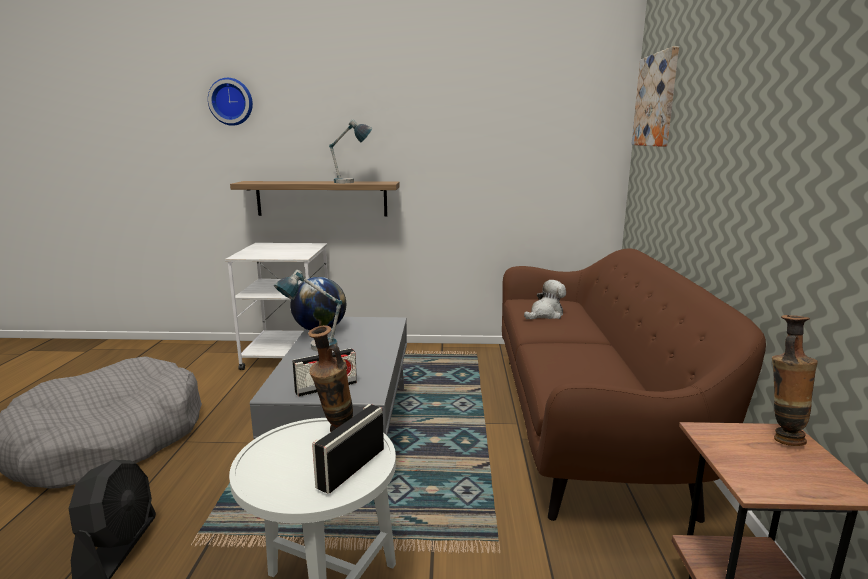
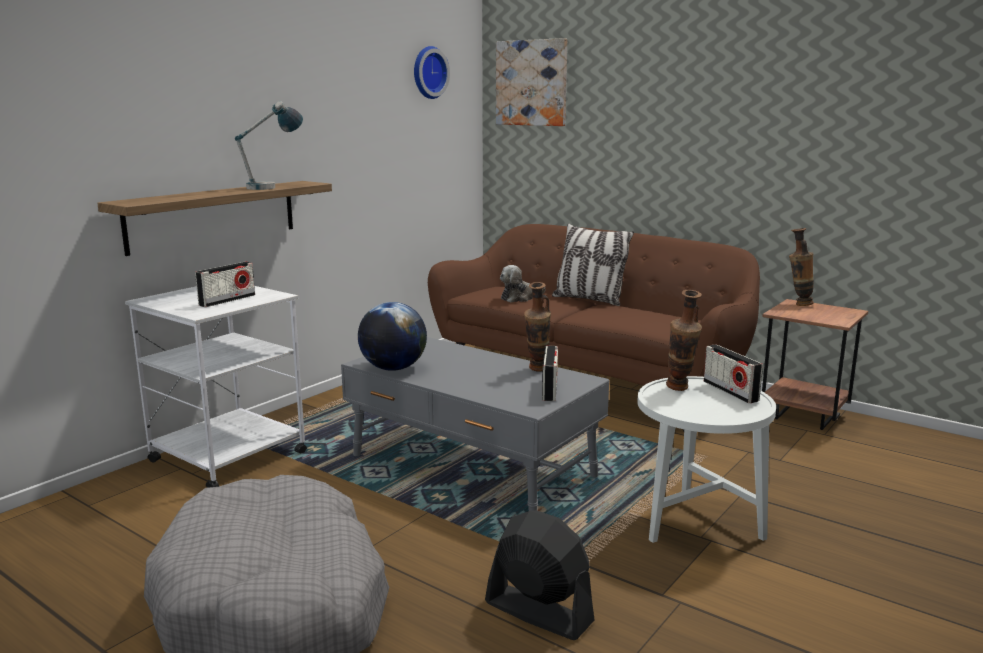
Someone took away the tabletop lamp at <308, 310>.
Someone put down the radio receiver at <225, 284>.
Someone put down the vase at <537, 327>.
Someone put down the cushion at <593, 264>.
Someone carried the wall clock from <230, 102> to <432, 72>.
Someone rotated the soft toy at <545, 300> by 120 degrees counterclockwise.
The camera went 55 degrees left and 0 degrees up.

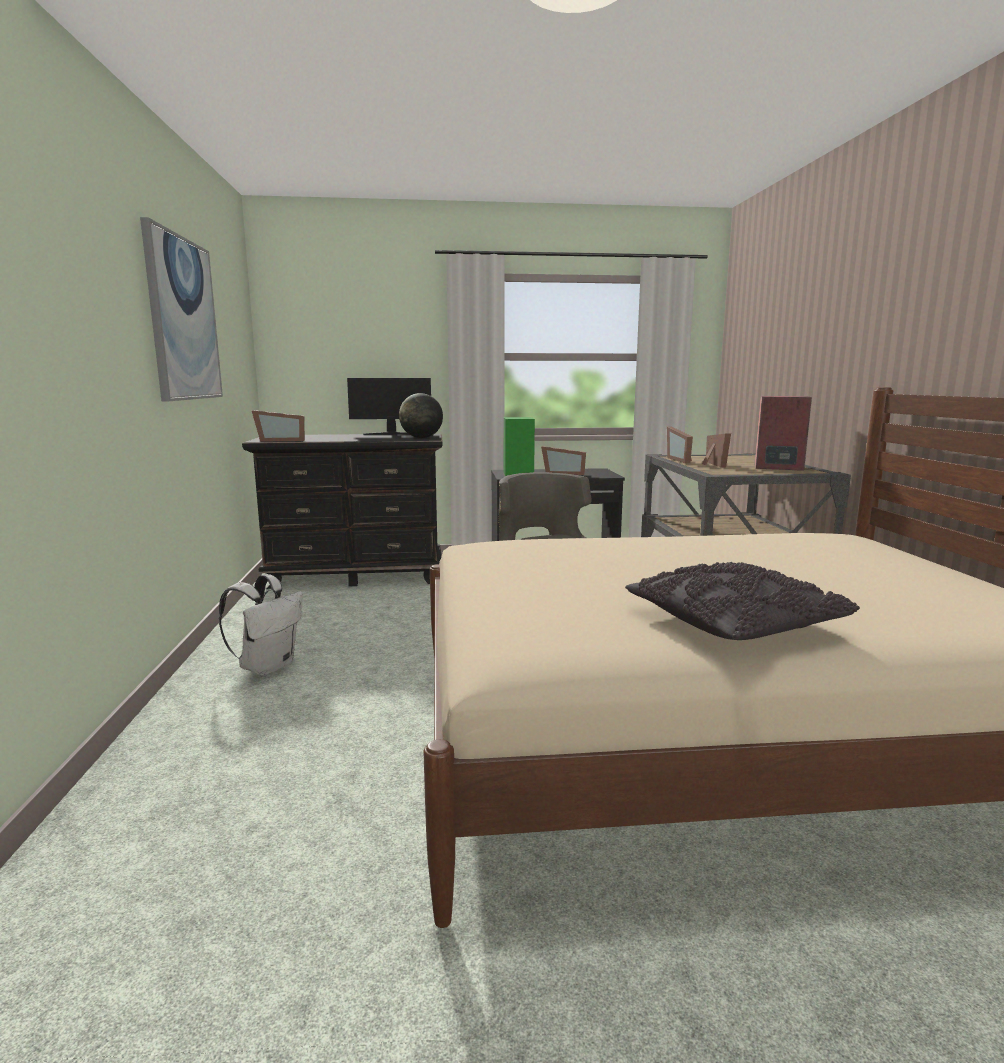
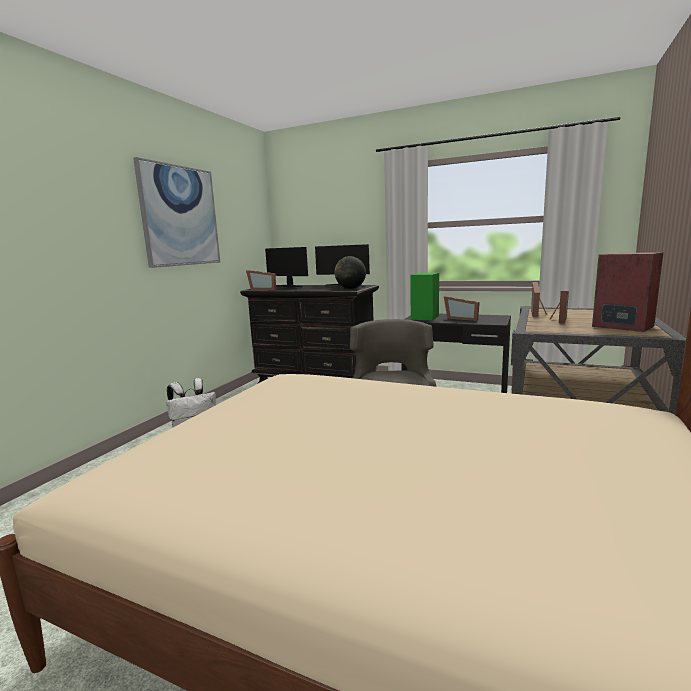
Someone took away the blackish cushion at <742, 601>.
Someone put down the monitor at <286, 267>.
The camera went 30 degrees right and 0 degrees up.

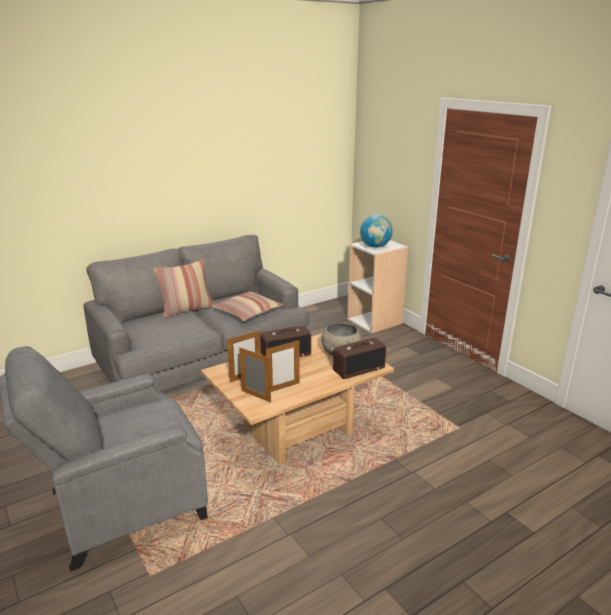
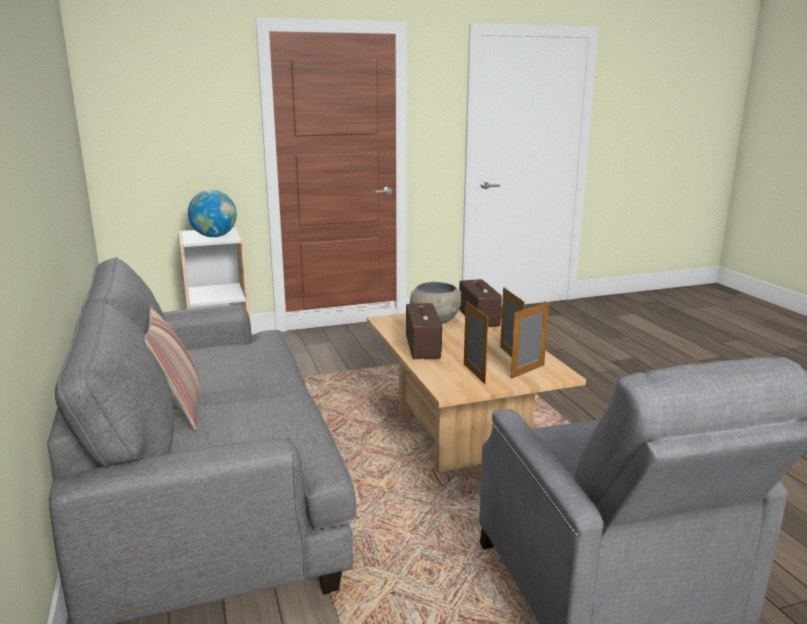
Someone took away the cushion at <247, 306>.
The camera went 75 degrees left and 5 degrees down.

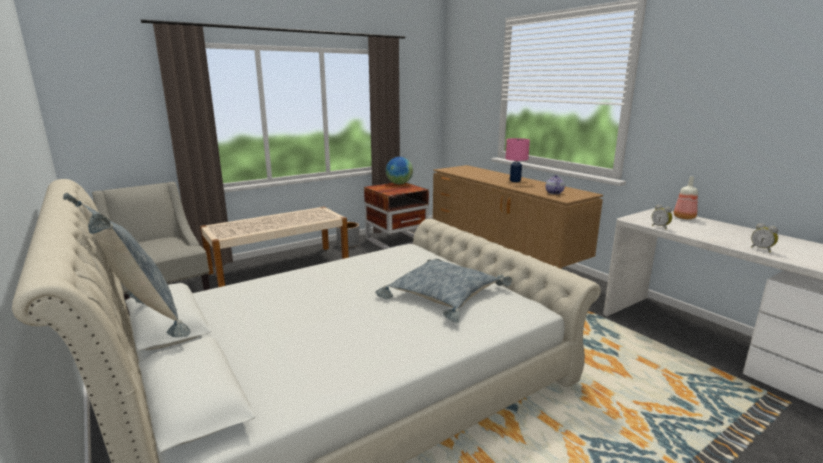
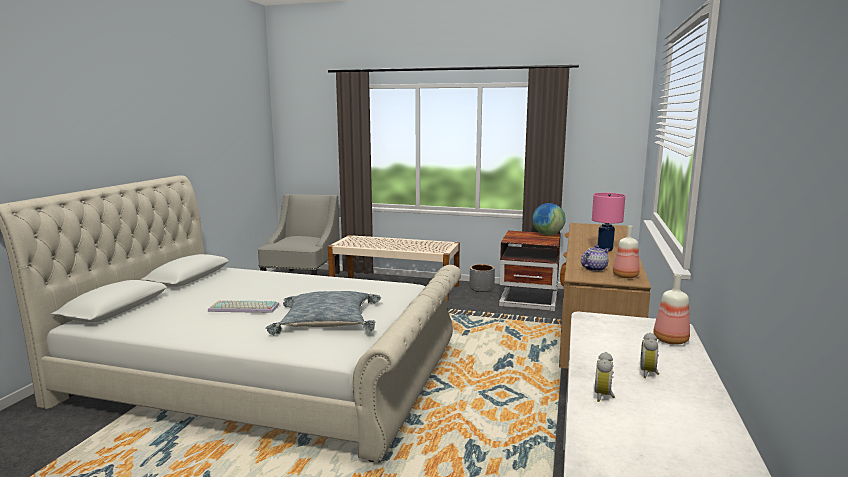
Someone took away the cushion at <127, 265>.
Someone put down the keyboard at <243, 306>.
Someone put down the drink bottle at <626, 252>.
Someone carried the bedside clock from <662, 216> to <649, 355>.
The camera went 50 degrees right and 5 degrees down.

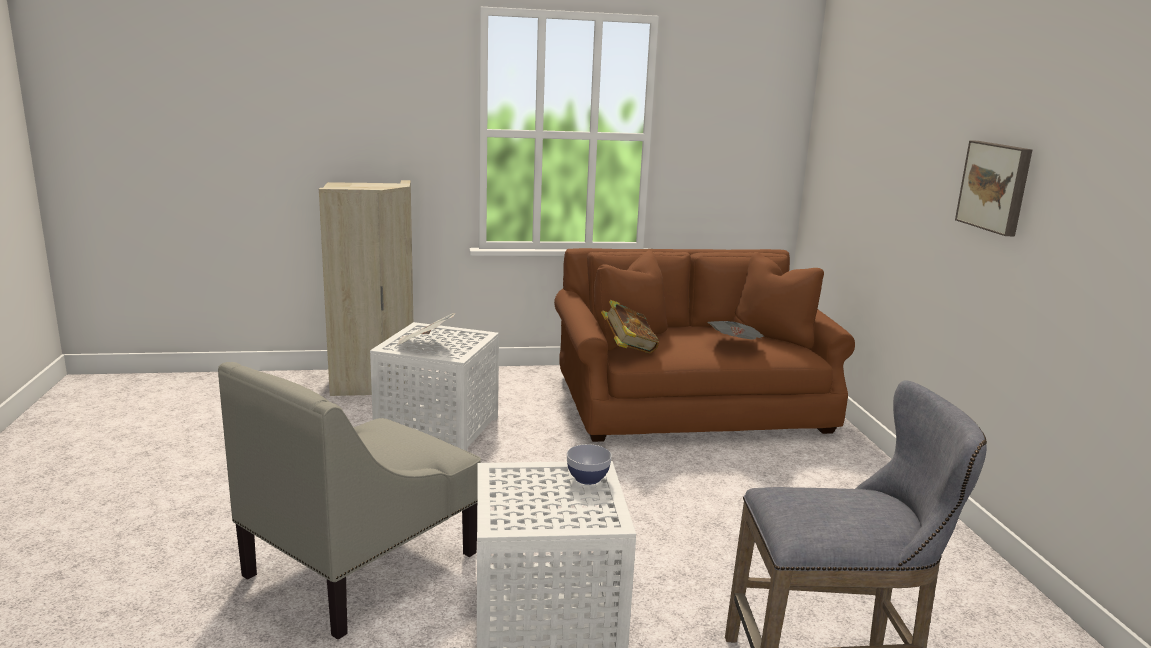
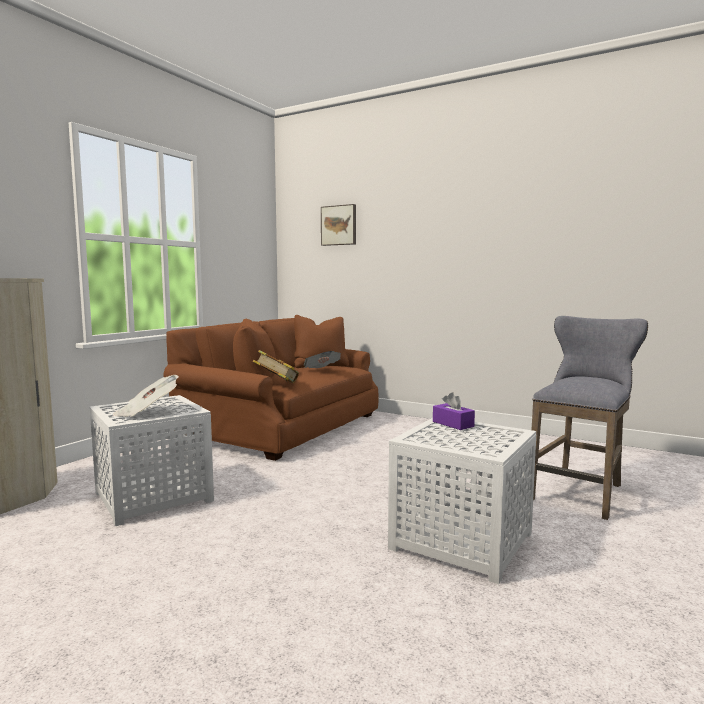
Someone took away the gray easy chair at <349, 501>.
Someone carried the wall picture from <993, 188> to <338, 225>.
Someone swapped the bowl at <589, 464> for the purplish tissue holder at <454, 411>.
The camera went 50 degrees left and 10 degrees down.

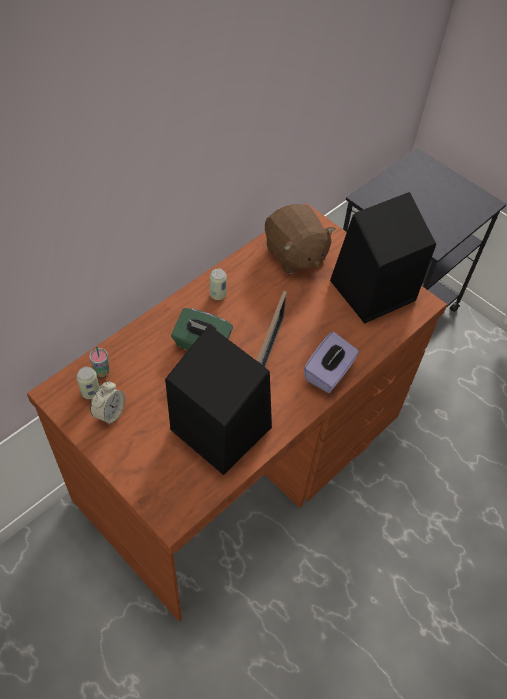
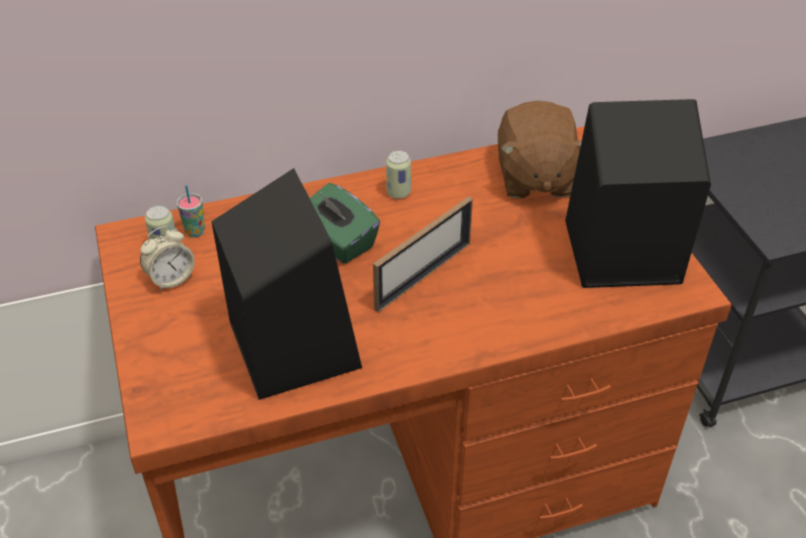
Someone took away the purplish tissue holder at <331, 362>.
The camera went 30 degrees right and 10 degrees down.

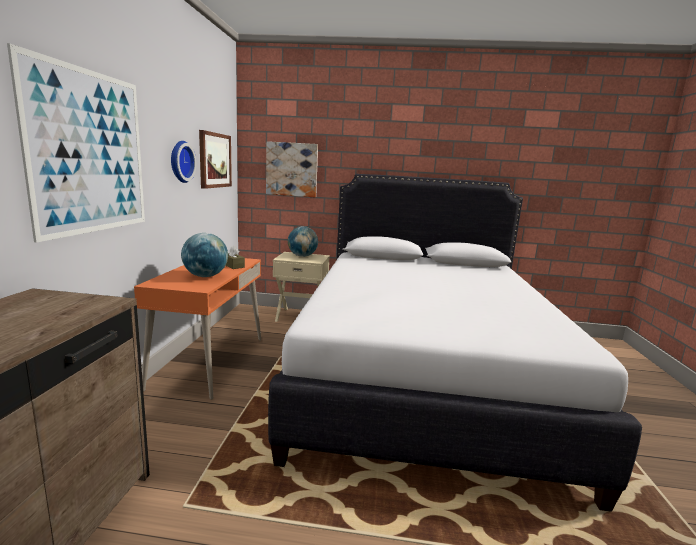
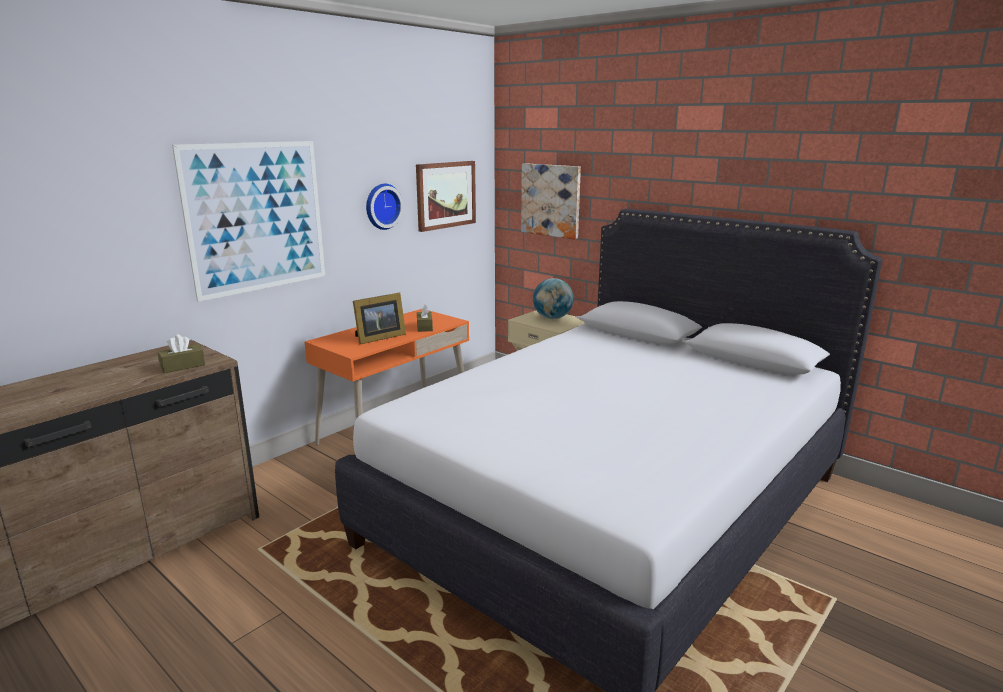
Someone put down the brownish tissue holder at <181, 353>.
Someone swapped the world globe at <204, 255> for the picture frame at <379, 318>.
The camera went 35 degrees right and 5 degrees up.

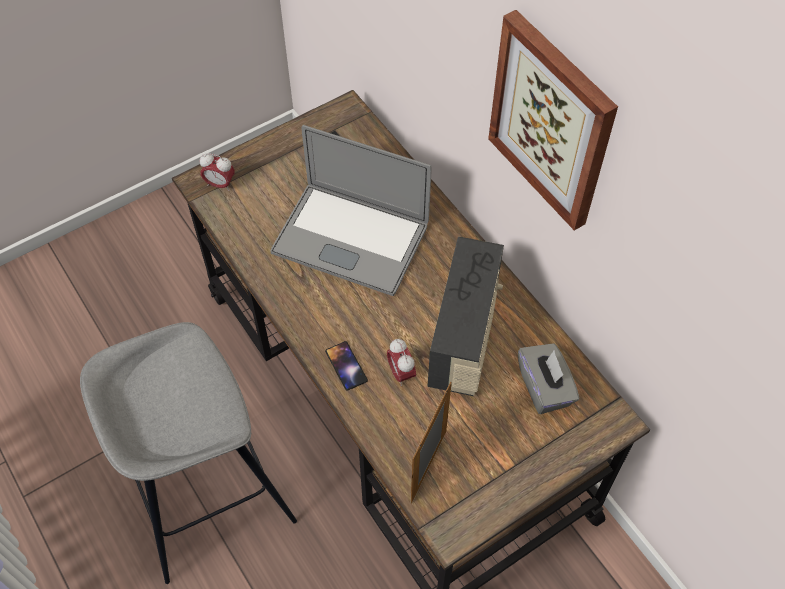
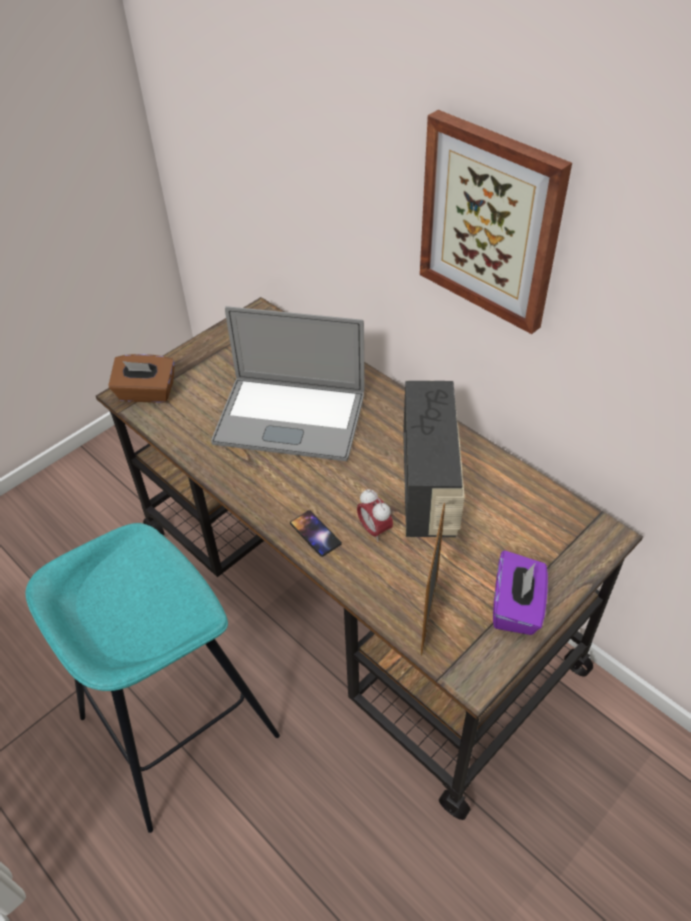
Someone took away the gray tissue holder at <548, 378>.
Someone put down the purplish tissue holder at <520, 592>.
Someone swapped the bedside clock at <217, 172> for the brownish tissue holder at <141, 378>.
Someone repainted the gray sitting stool at <188, 453>, which became the turquoise-coloured sitting stool at <153, 678>.
The camera went 10 degrees left and 10 degrees down.

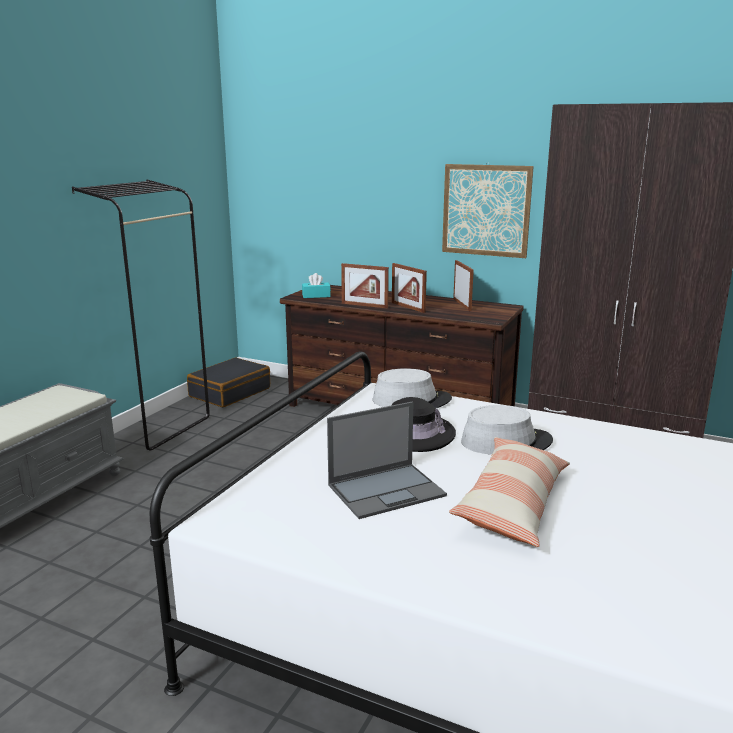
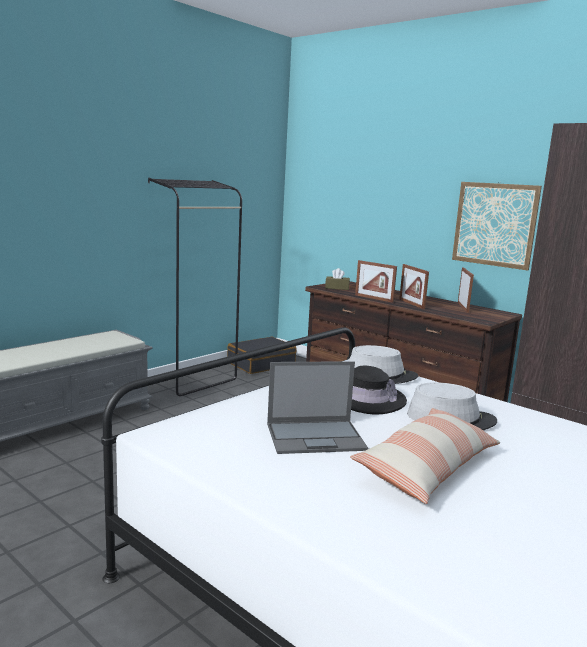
Someone repainted the turquoise-coloured tissue holder at <316, 285>, which became the brownish tissue holder at <337, 279>.
The camera went 15 degrees right and 5 degrees down.

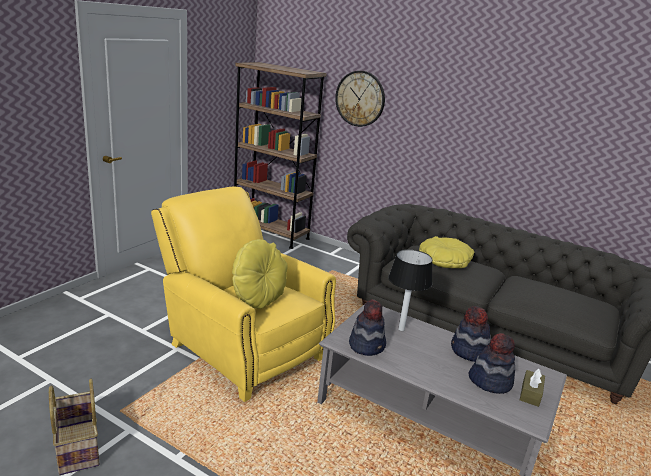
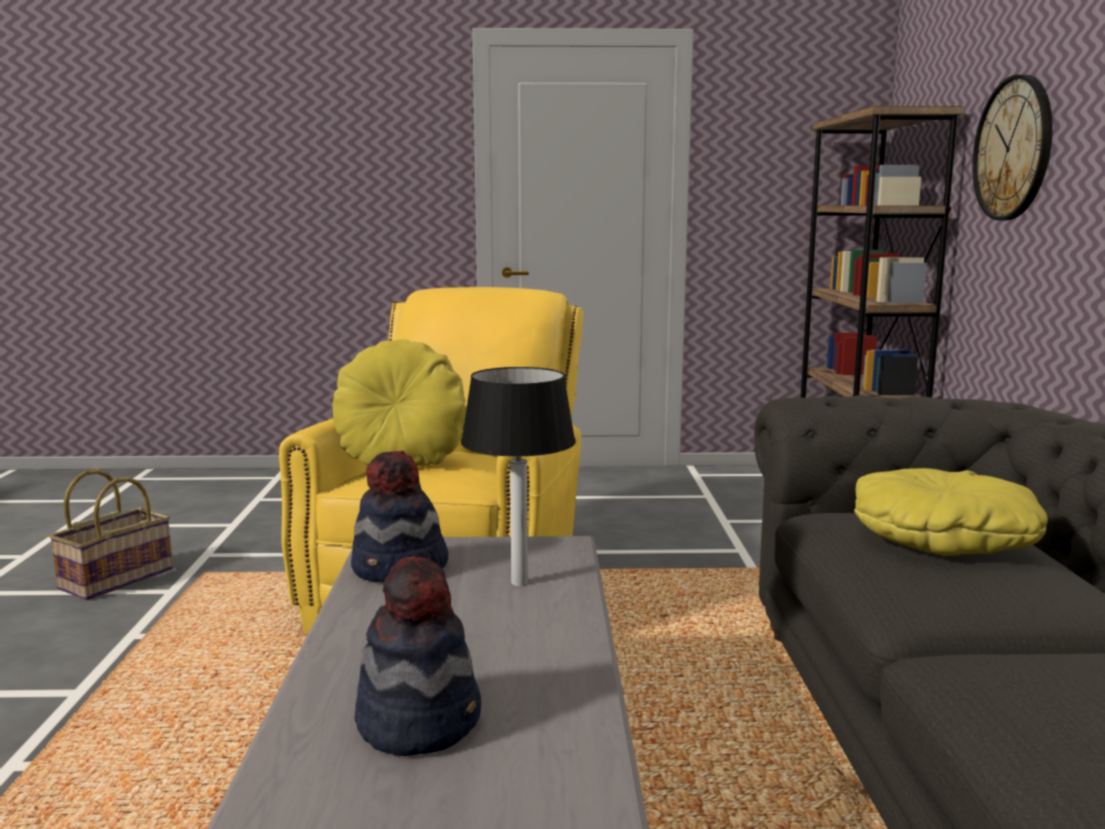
Someone took away the clothing hat at <471, 334>.
Someone took away the brownish tissue holder at <532, 388>.
The camera went 60 degrees right and 10 degrees down.

